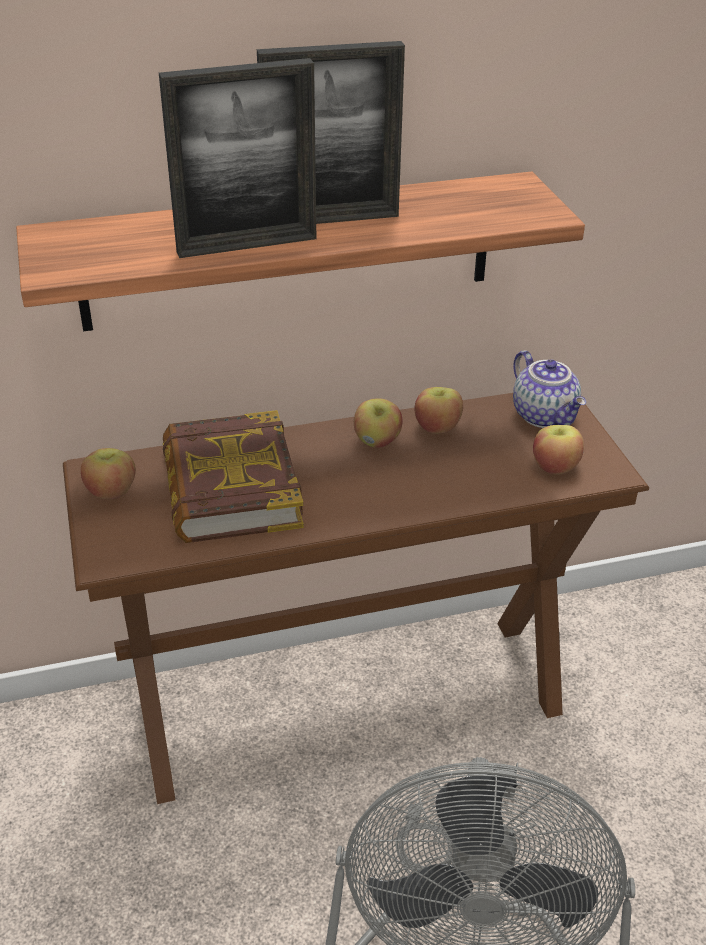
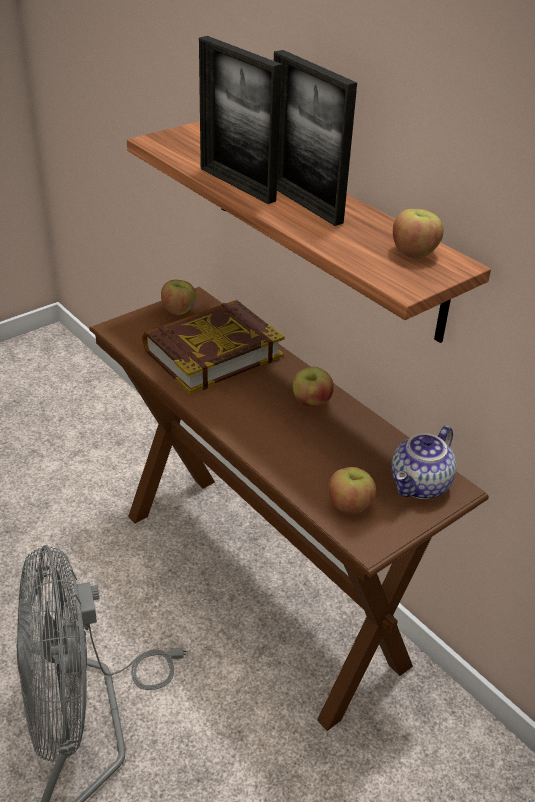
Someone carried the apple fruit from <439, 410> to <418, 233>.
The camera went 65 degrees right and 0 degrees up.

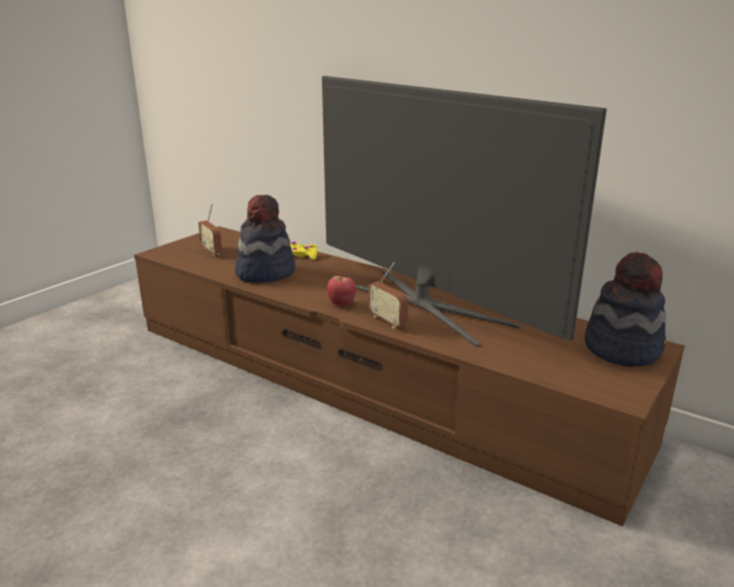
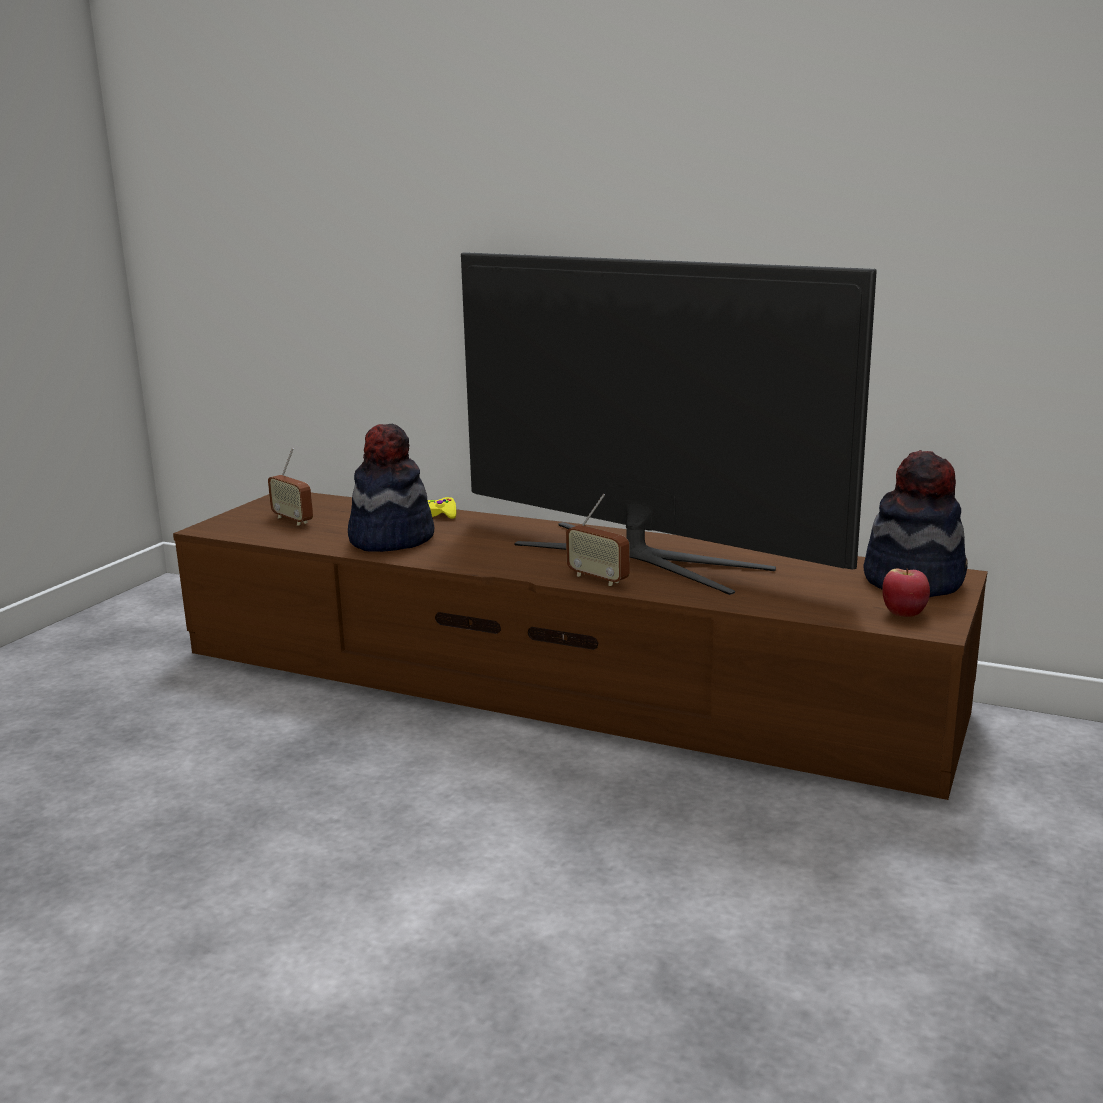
Someone carried the apple fruit from <341, 291> to <906, 593>.
The camera went 10 degrees left and 5 degrees down.

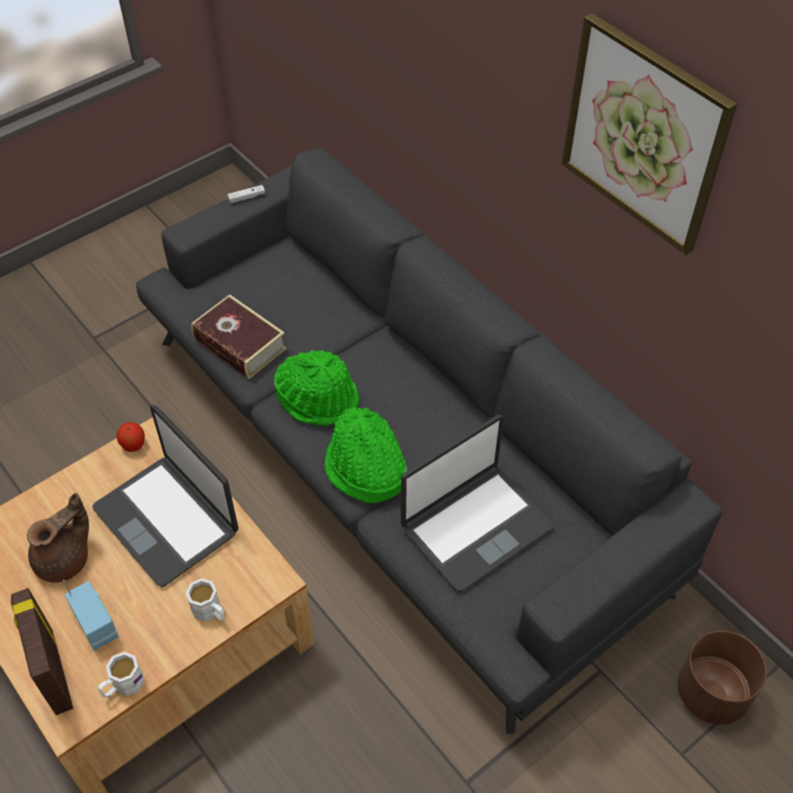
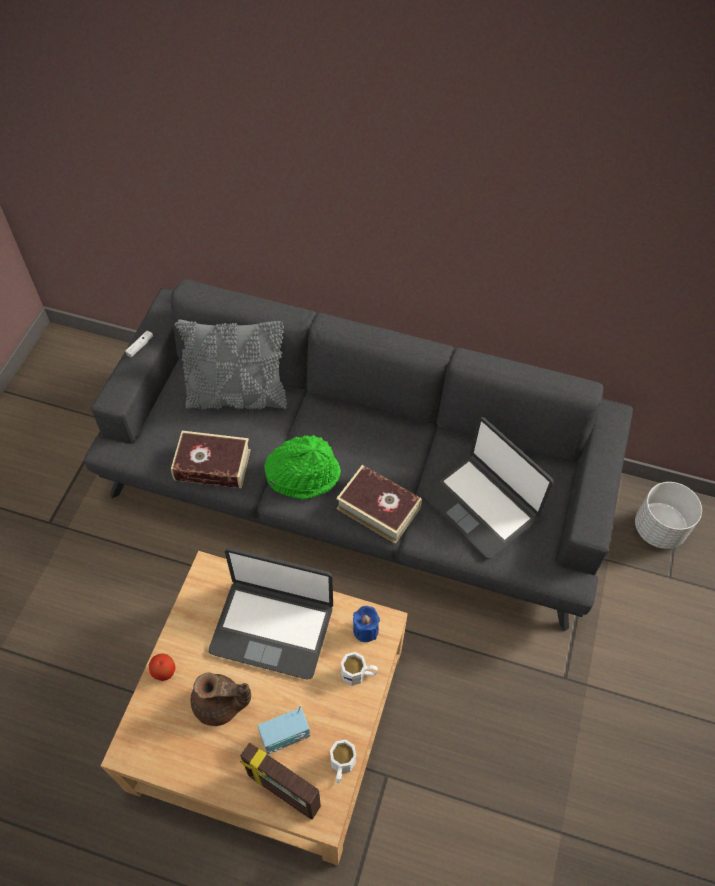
Someone took away the wall picture at <649, 134>.
Someone put down the gray cushion at <230, 364>.
Someone put down the blue candle at <366, 624>.
Someone carried the apple fruit from <131, 437> to <162, 667>.
Someone swapped the green clothing hat at <365, 455> for the bound book at <379, 504>.
Someone repainted the brownish planter at <722, 678>, which became the white-coloured planter at <668, 515>.
Someone rotated the brownish teapot at <58, 538> by 90 degrees clockwise.
Someone rotated the radio receiver at <91, 615> by 135 degrees clockwise.
Someone rotated the portable computer at <477, 503> by 120 degrees clockwise.
The camera went 35 degrees left and 5 degrees up.

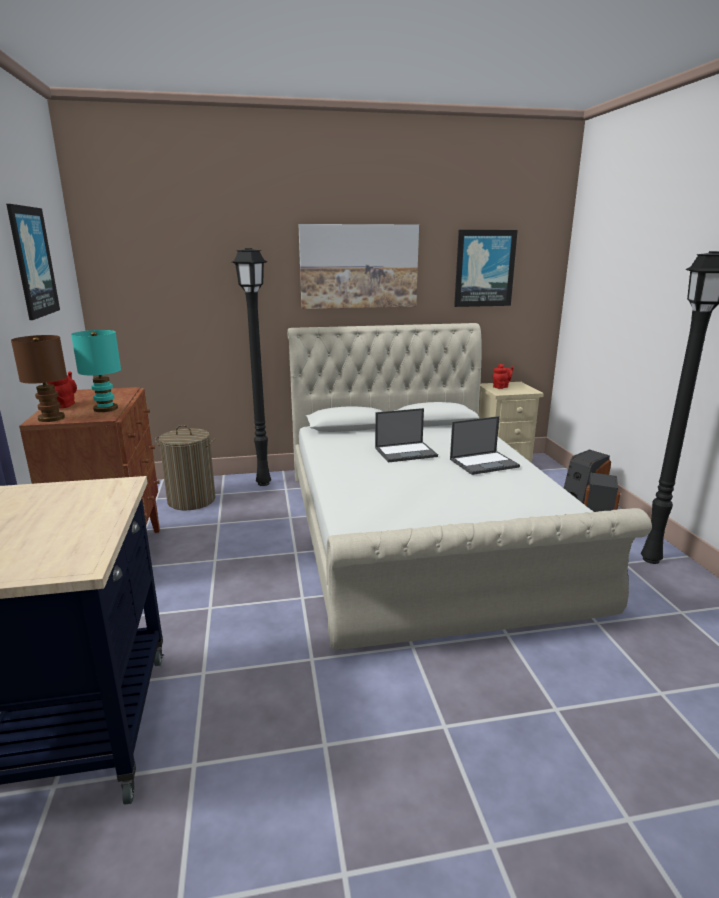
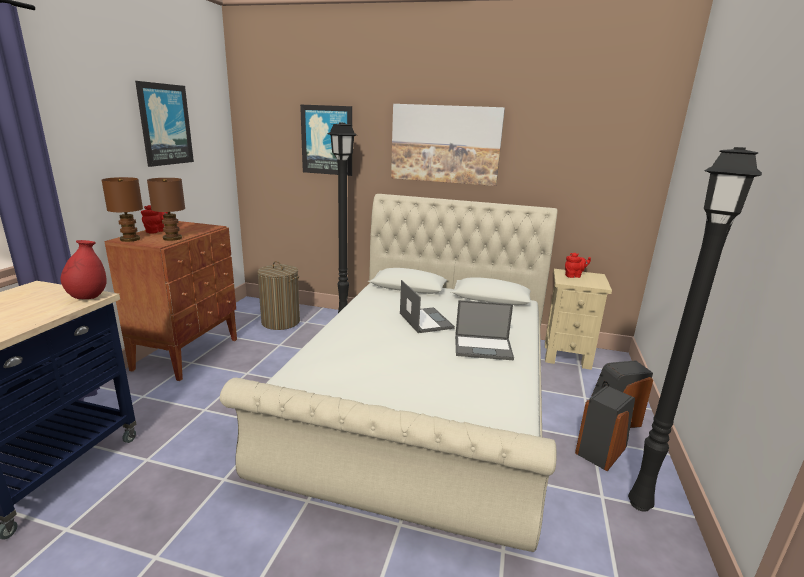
Someone put down the red vase at <84, 269>.
Someone carried the wall picture from <486, 268> to <326, 140>.
Someone repainted the turquoise-coloured tabletop lamp at <96, 371>, which became the brownish tabletop lamp at <166, 209>.
Someone rotated the portable computer at <406, 435> by 120 degrees counterclockwise.
The camera went 25 degrees right and 0 degrees up.

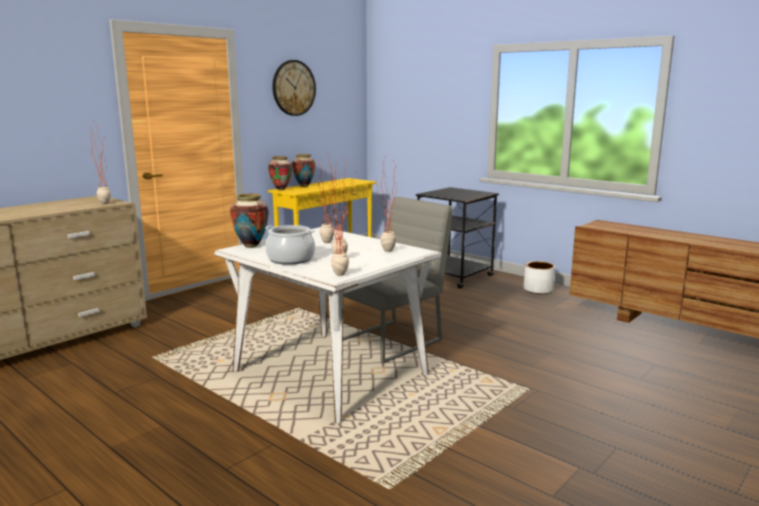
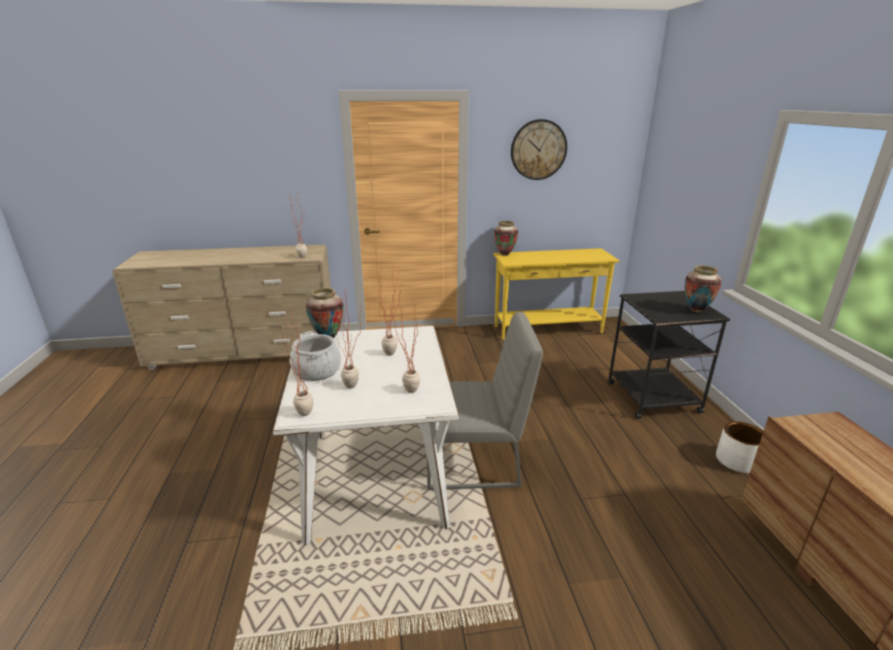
Someone carried the vase from <303, 170> to <703, 289>.
The camera went 40 degrees right and 10 degrees up.

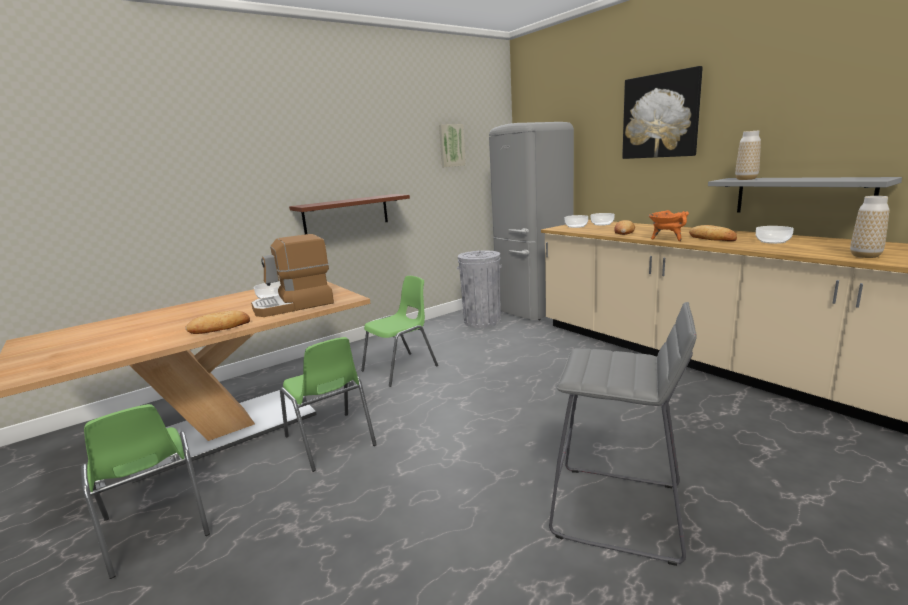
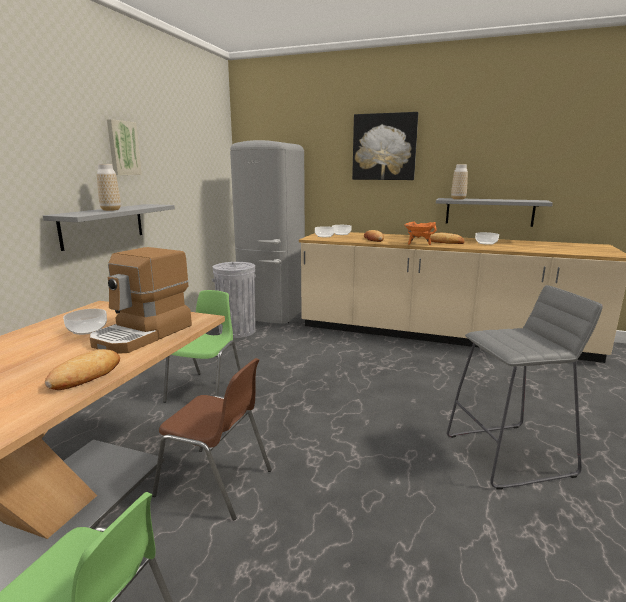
Someone carried the wall picture from <452, 145> to <124, 147>.
Someone carried the vase from <869, 227> to <109, 187>.
Someone repainted the green plain chair at <328, 404>, which became the brownish plain chair at <212, 439>.
Someone repainted the brownish bracket shelf at <349, 214>, which became the gray bracket shelf at <109, 227>.
The camera went 35 degrees left and 0 degrees up.

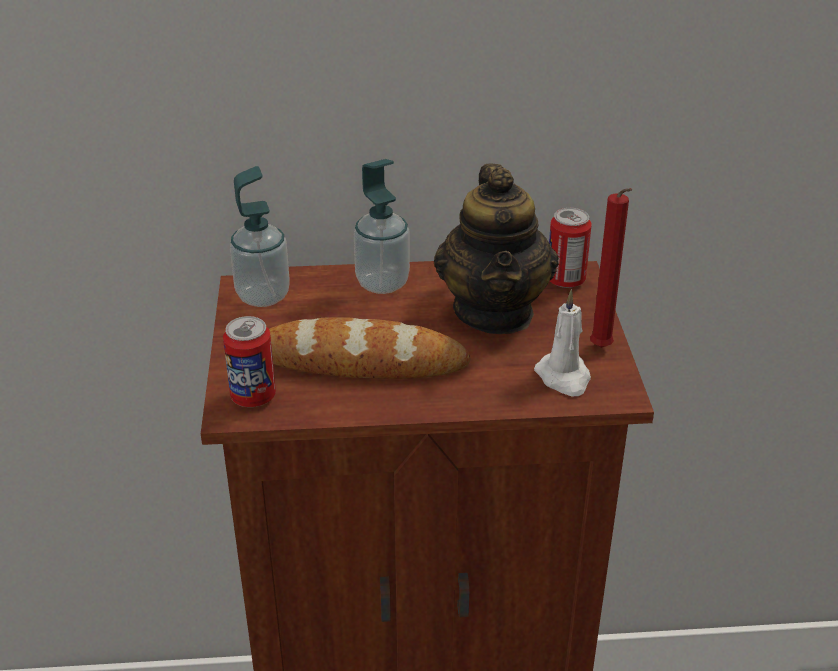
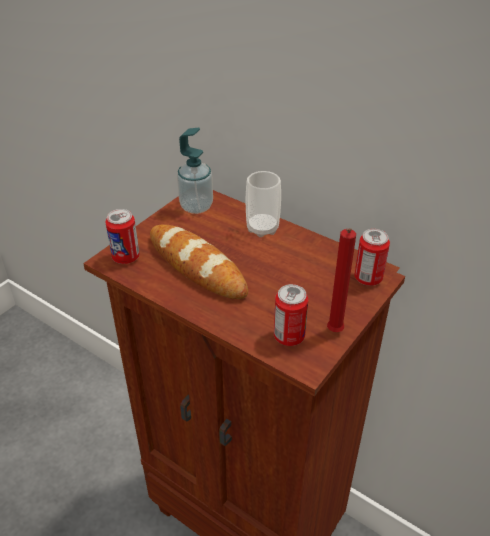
Someone took away the teapot at <496, 248>.
Someone swapped the soap bottle at <382, 226> for the drinking cup at <263, 204>.
Someone swapped the white-coloured candle at <562, 342> for the can at <291, 315>.
The camera went 40 degrees right and 5 degrees up.

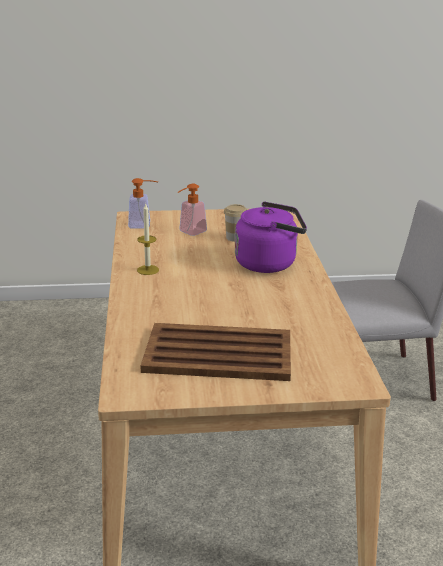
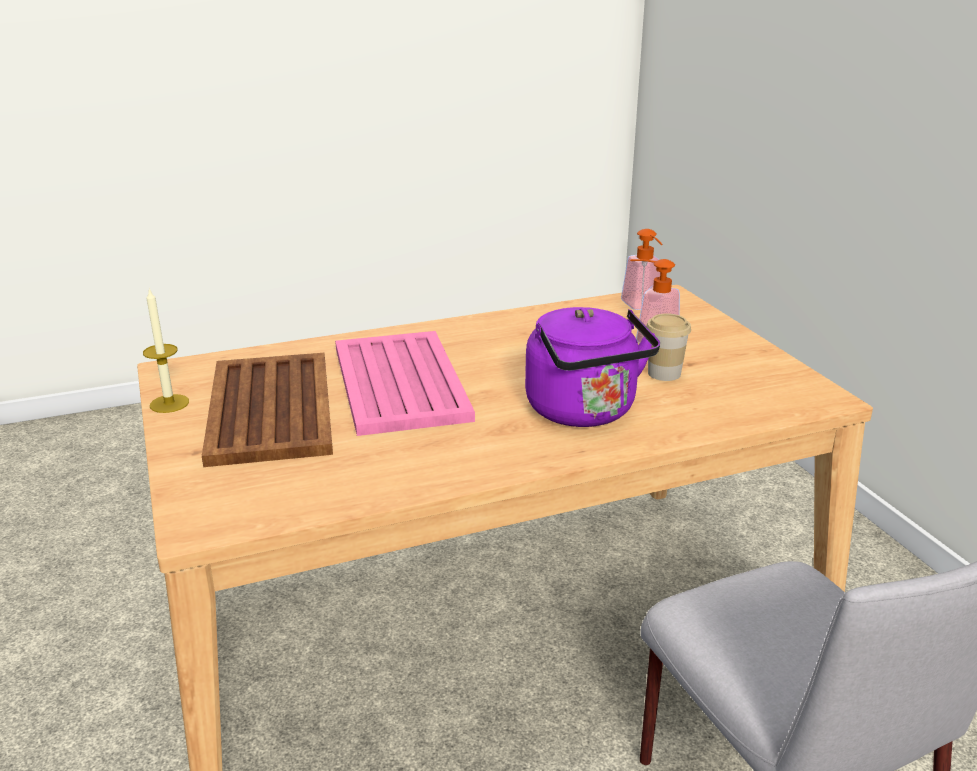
Someone put down the pink-coloured serving tray at <405, 383>.
Someone carried the candle from <148, 239> to <166, 350>.
The camera went 75 degrees right and 0 degrees up.

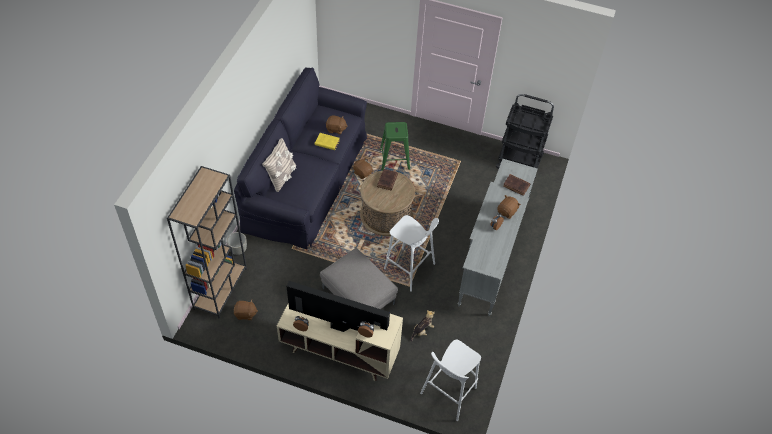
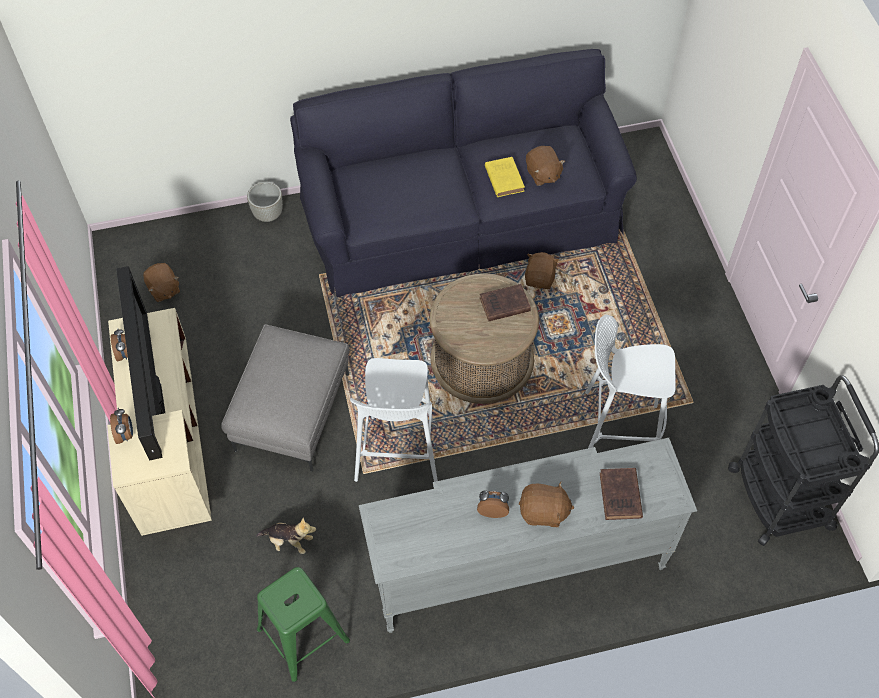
Someone took away the bookshelf at <207, 242>.
Someone took away the beige cushion at <279, 165>.
Someone carried the green sitting stool from <394, 146> to <303, 624>.
Someone carried the white-coloured sitting stool from <450, 380> to <630, 381>.
The camera went 60 degrees right and 5 degrees up.

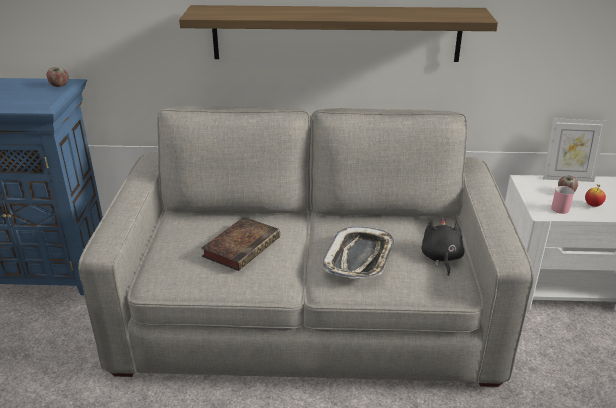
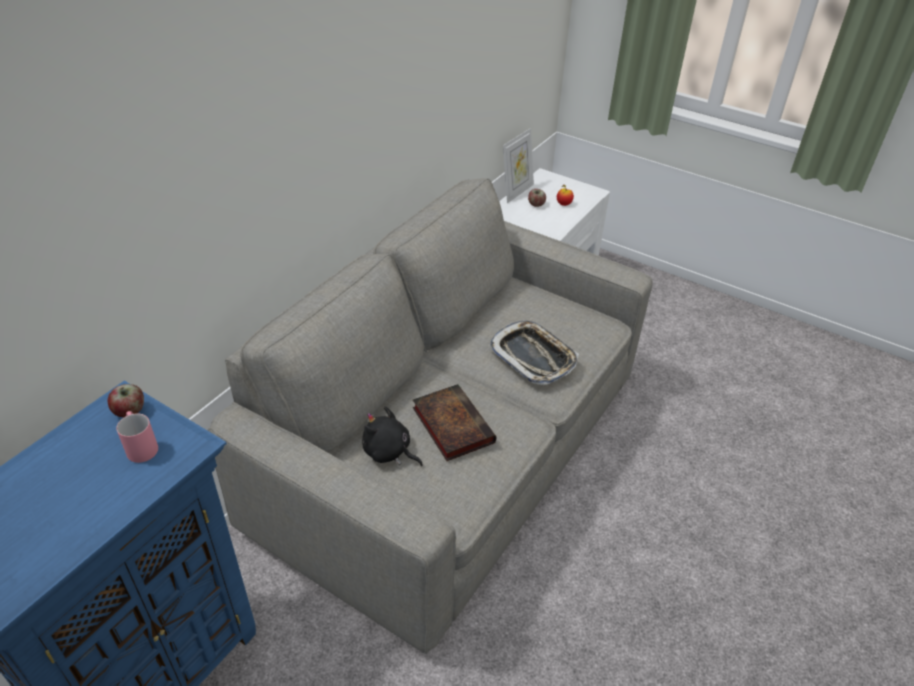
Someone took away the bracket shelf at <338, 33>.
Someone carried the blackish soft toy from <443, 247> to <392, 436>.
Someone carried the pink-coloured tea mug from <562, 200> to <137, 437>.
The camera went 60 degrees left and 10 degrees up.

